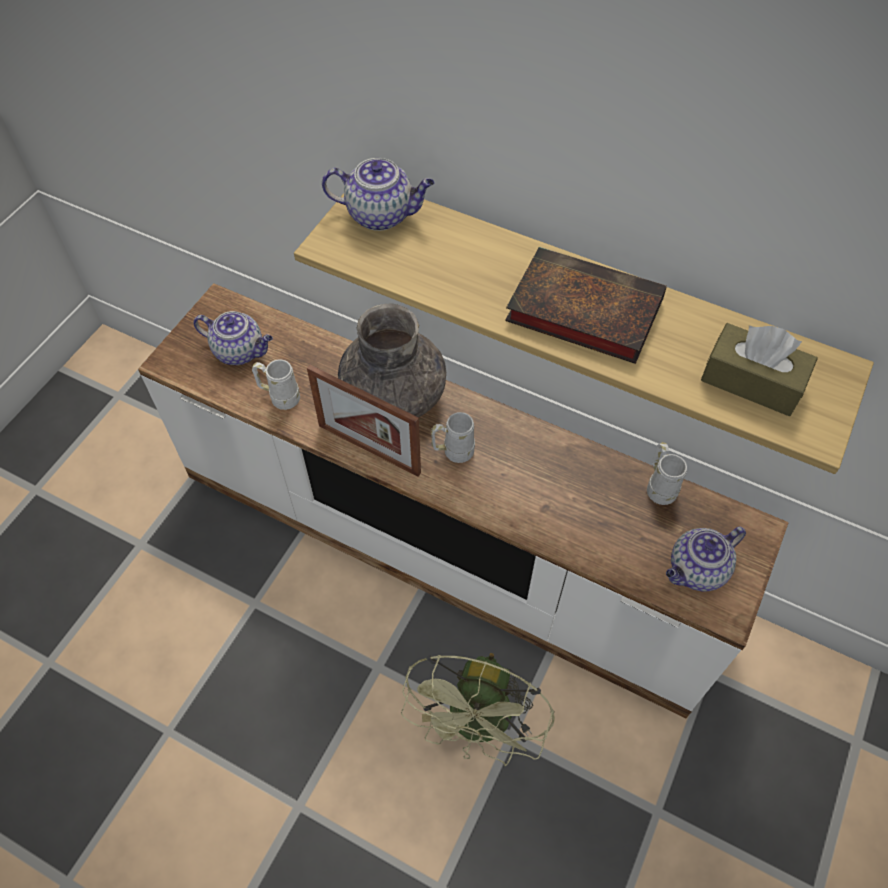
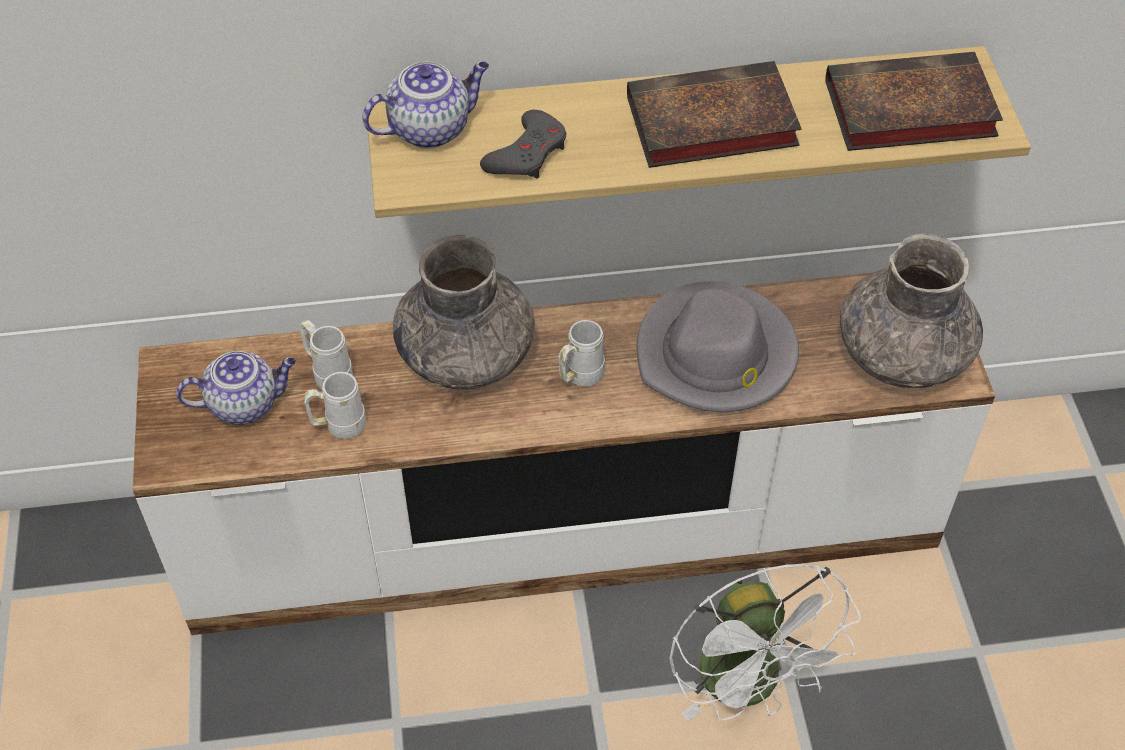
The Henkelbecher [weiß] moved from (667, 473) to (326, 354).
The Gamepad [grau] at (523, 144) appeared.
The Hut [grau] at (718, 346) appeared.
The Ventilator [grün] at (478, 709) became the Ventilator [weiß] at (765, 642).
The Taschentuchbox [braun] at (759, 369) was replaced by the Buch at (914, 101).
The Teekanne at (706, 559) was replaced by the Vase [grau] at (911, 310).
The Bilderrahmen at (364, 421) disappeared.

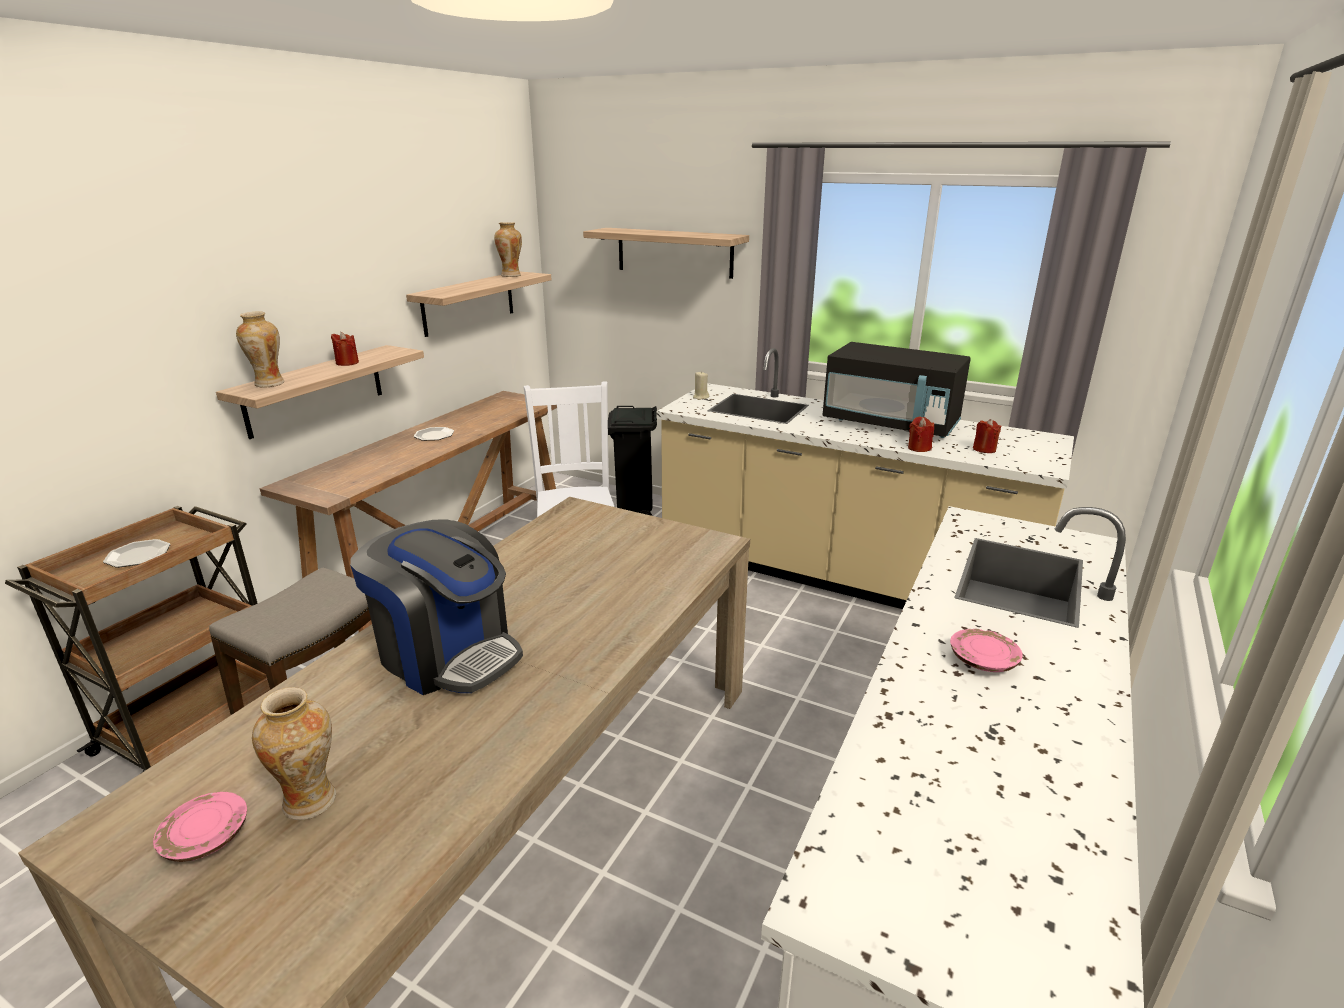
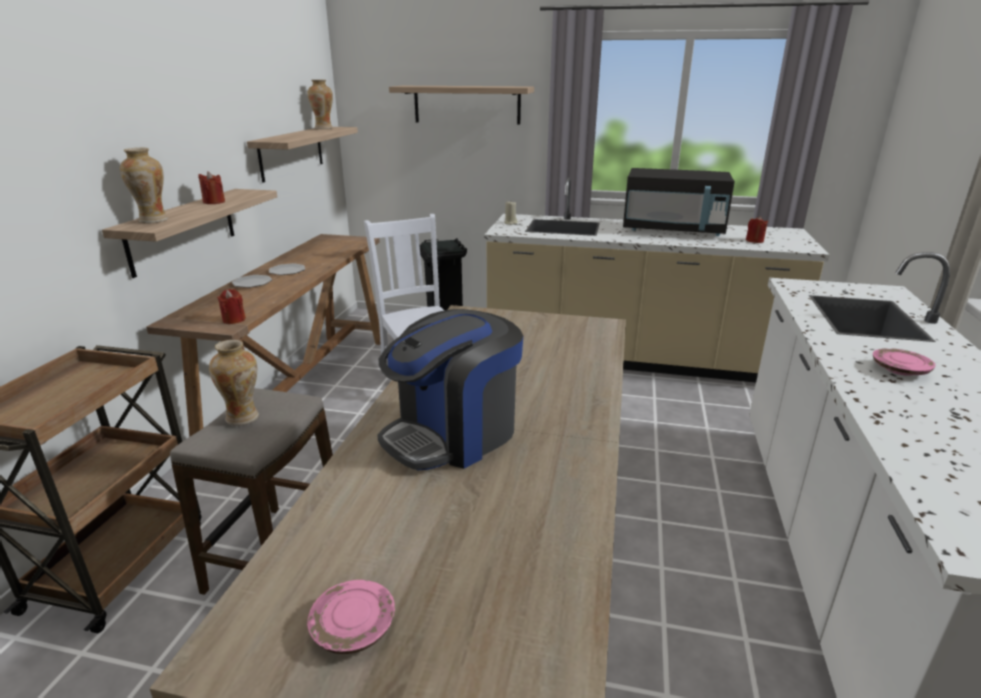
The Vase moved from (294, 753) to (234, 382).
The Kerze [rot] moved from (921, 434) to (231, 306).
The Teller moved from (137, 553) to (252, 281).
The Kaffeemaschine at (436, 607) turned 120 degrees clockwise.

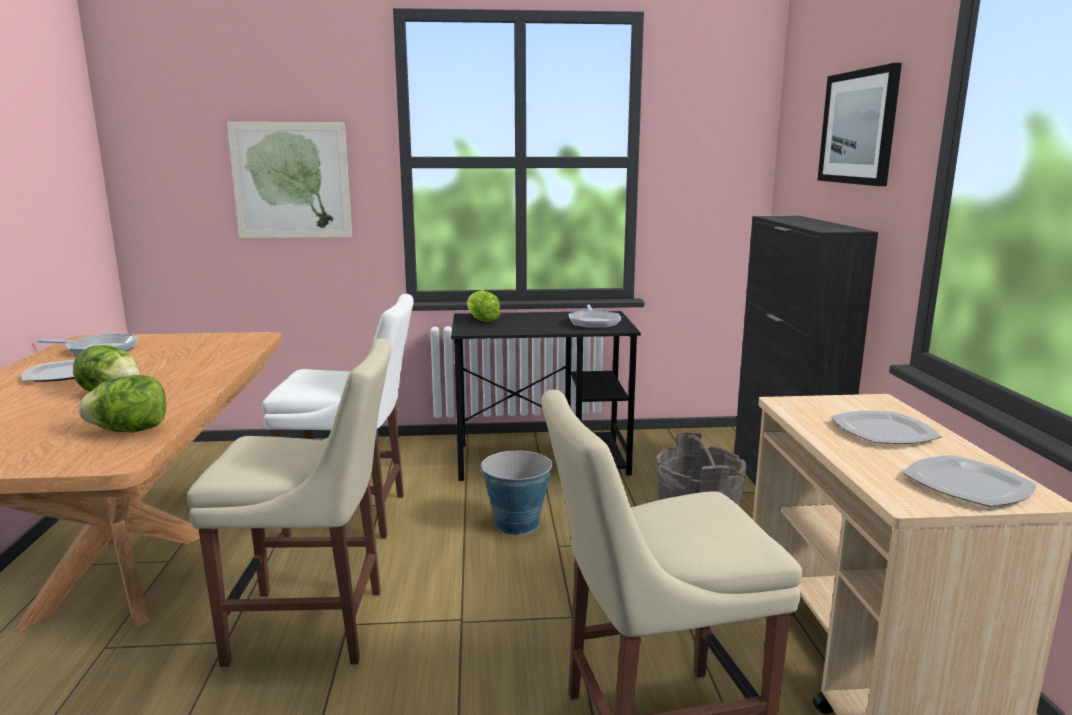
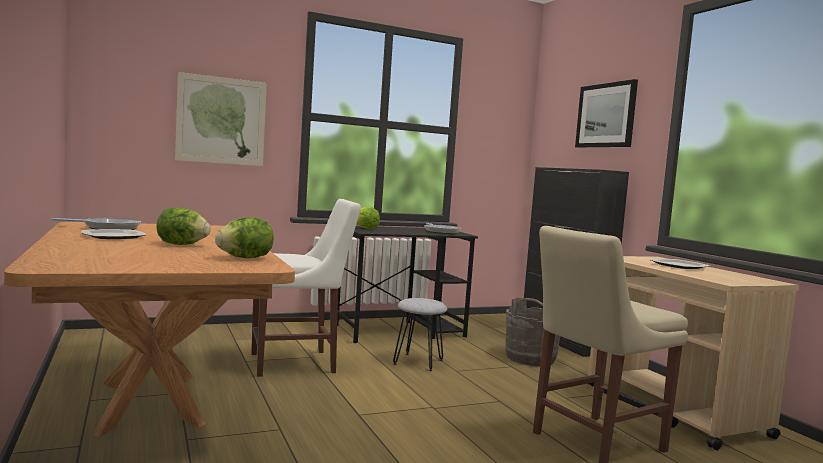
The Eimer at (516, 493) was replaced by the Hocker [grau] at (420, 334).
The Stuhl [beige] at (289, 502) disappeared.
The Teller at (970, 481) disappeared.

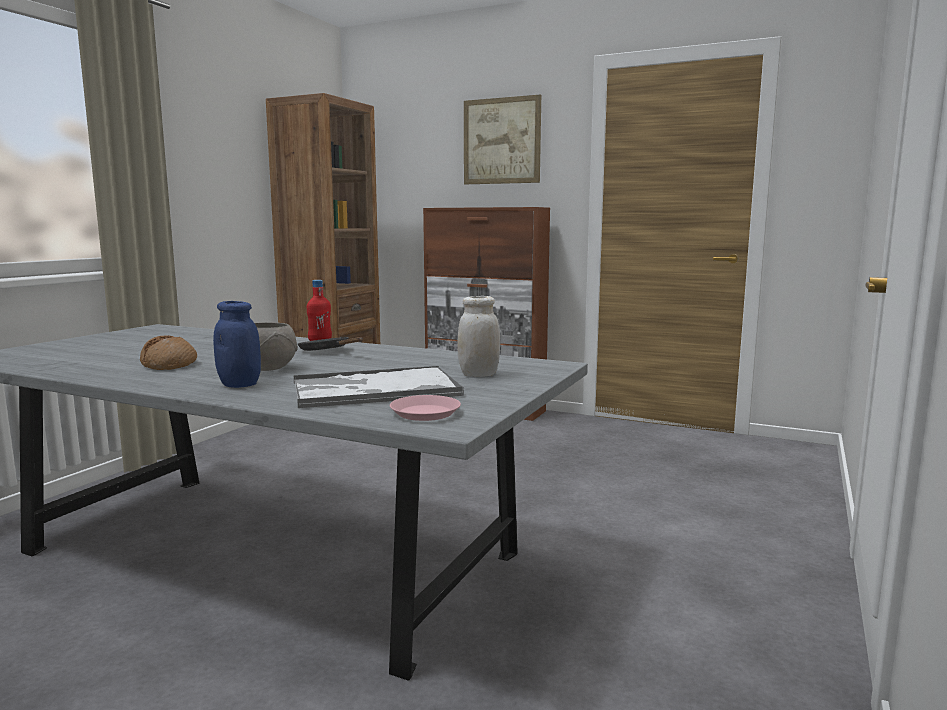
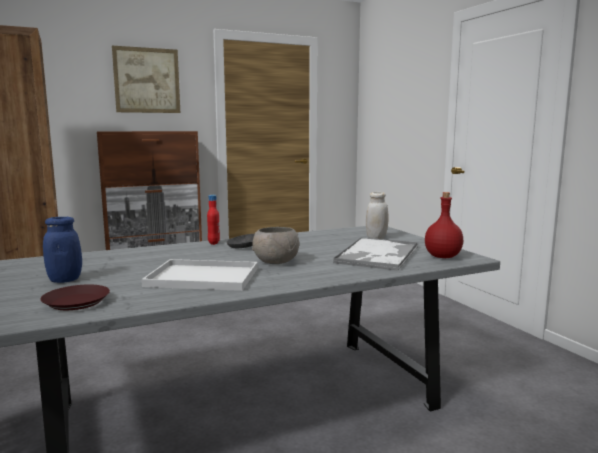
The Teller [braun] at (75, 297) appeared.
The Vorratsglas [blau] moved from (237, 344) to (62, 250).
The Brot at (168, 352) was replaced by the Tablett [weiß] at (199, 275).
The Teller [rosa] at (425, 408) was replaced by the Flasche [rot] at (444, 225).

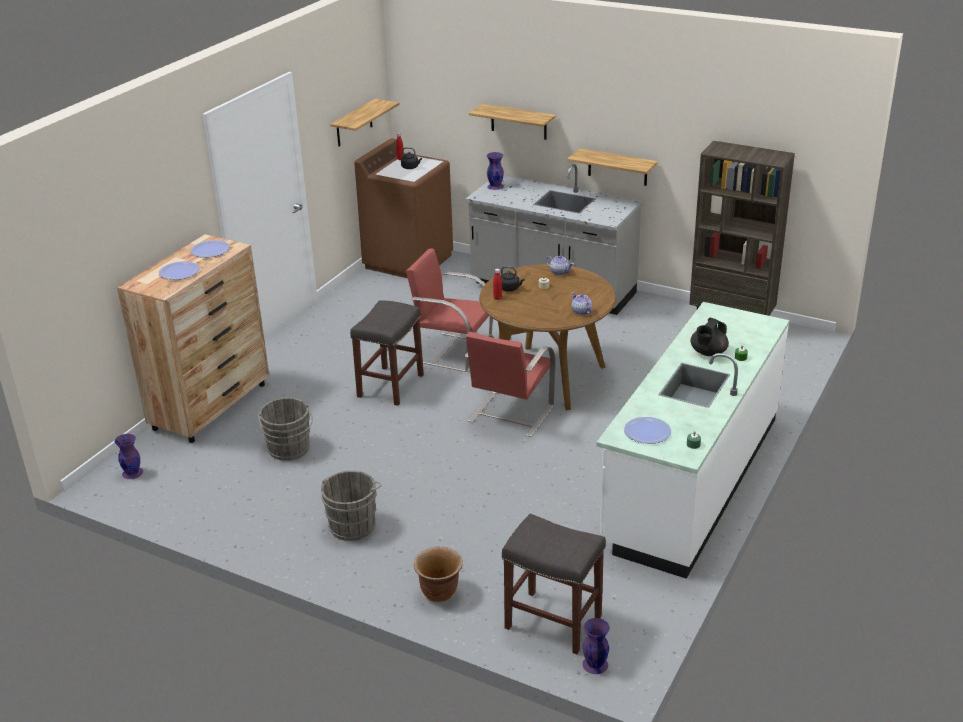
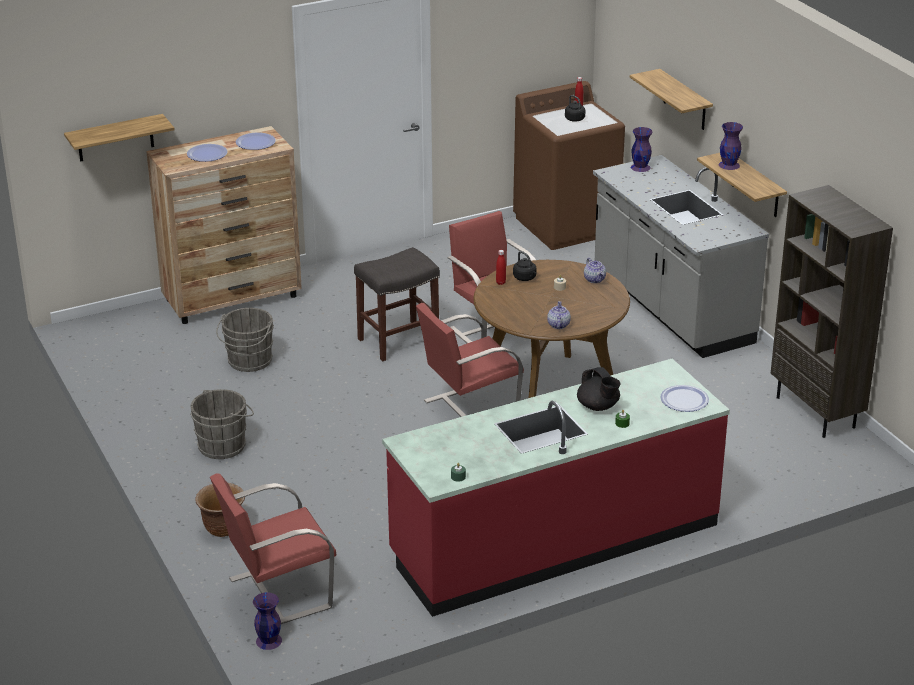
The Wandregal moved from (365, 123) to (119, 138).
The Hocker [grau] at (554, 584) was replaced by the Stuhl [rot] at (273, 548).
The Küchenzeile [weiß] at (692, 440) became the Küchenzeile [rot] at (556, 488).
The Teekanne [schwarz] at (709, 337) turned 105 degrees counterclockwise.
The Teller moved from (647, 430) to (684, 398).
The Vase [lila] moved from (129, 456) to (731, 146).

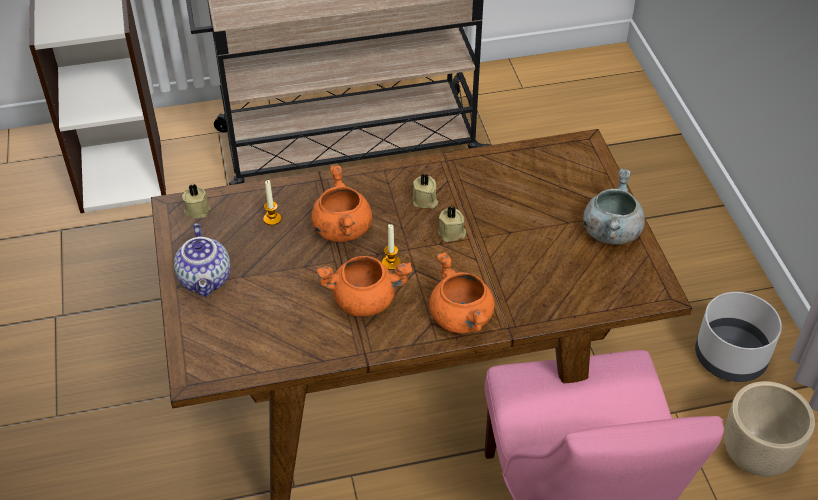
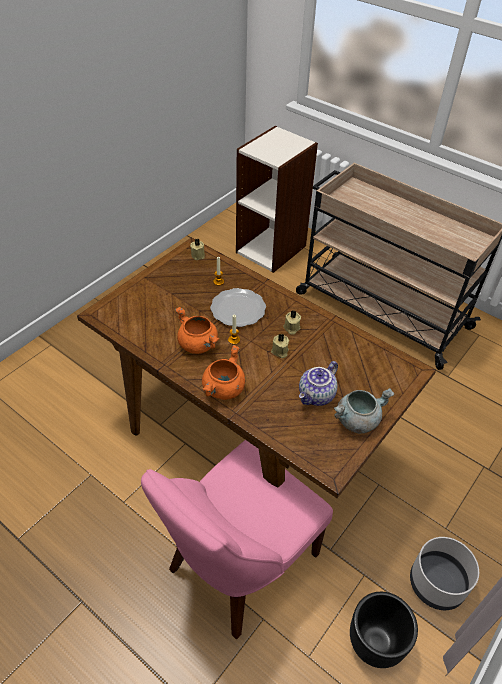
The Kochtopf [orange] at (341, 204) was replaced by the Teller at (238, 307).
The Teekanne moved from (202, 260) to (318, 383).
The Pflanzkübel [beige] at (769, 429) became the Pflanzkübel [schwarz] at (384, 630).

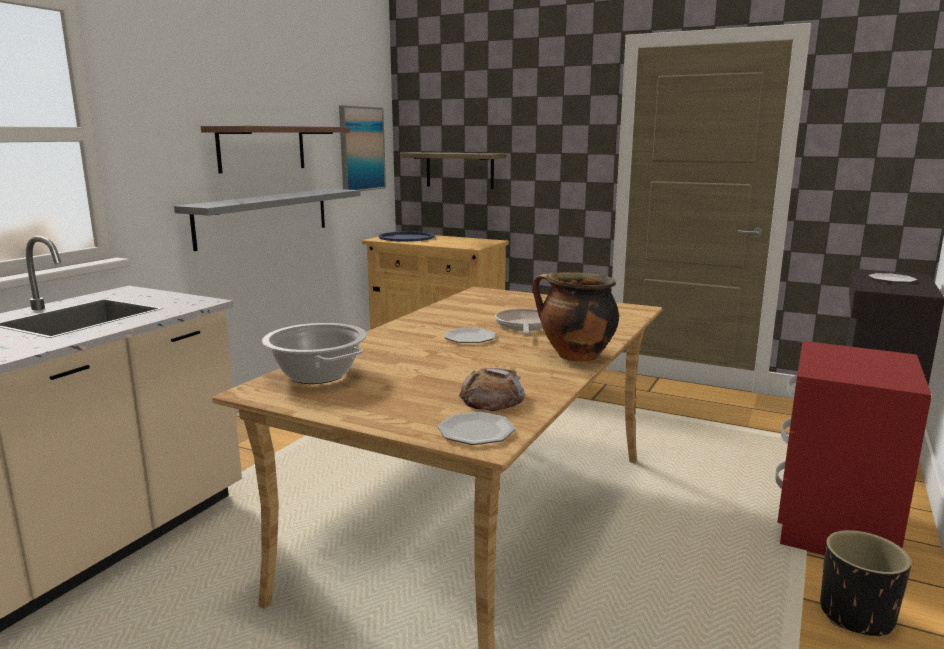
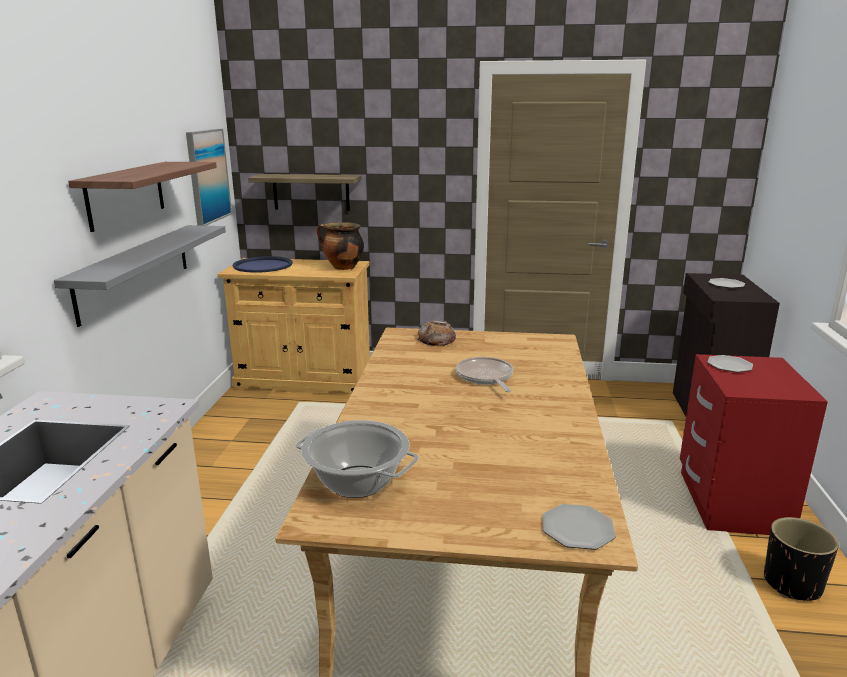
The Kochtopf moved from (575, 317) to (340, 246).
The Brot moved from (491, 389) to (436, 333).
The Teller moved from (470, 335) to (730, 363).

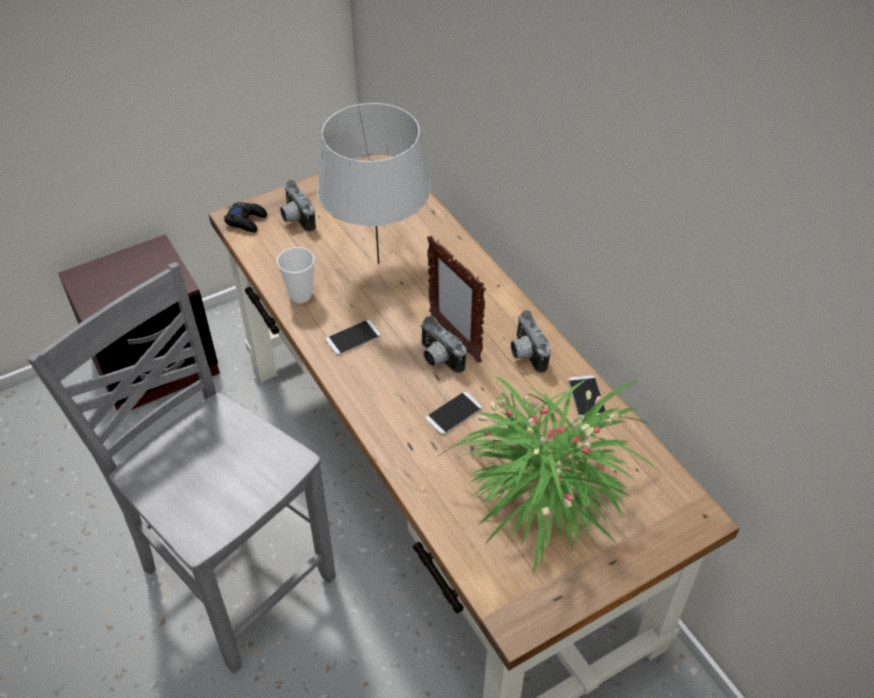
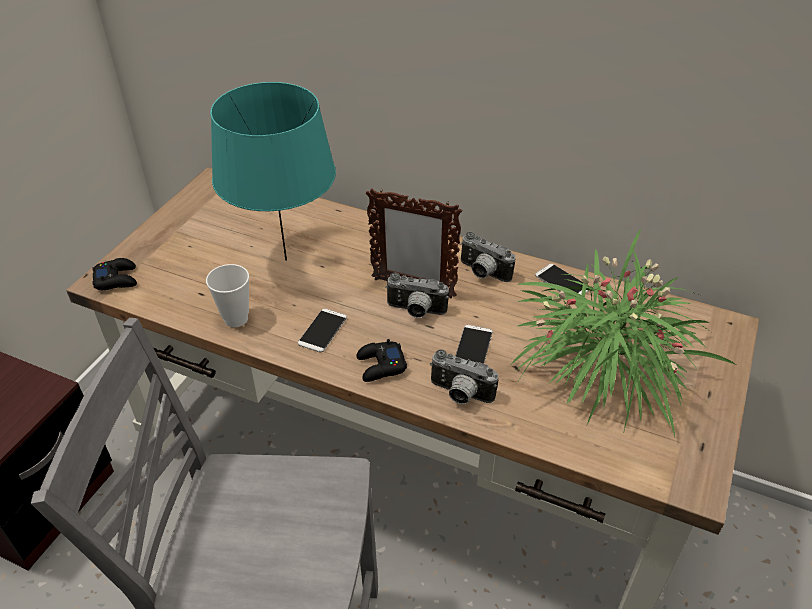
The Tischlampe [grau] at (374, 183) became the Tischlampe [türkis] at (273, 171).
The Gamepad [schwarz] at (381, 360) appeared.
The Kamera moved from (298, 206) to (464, 376).

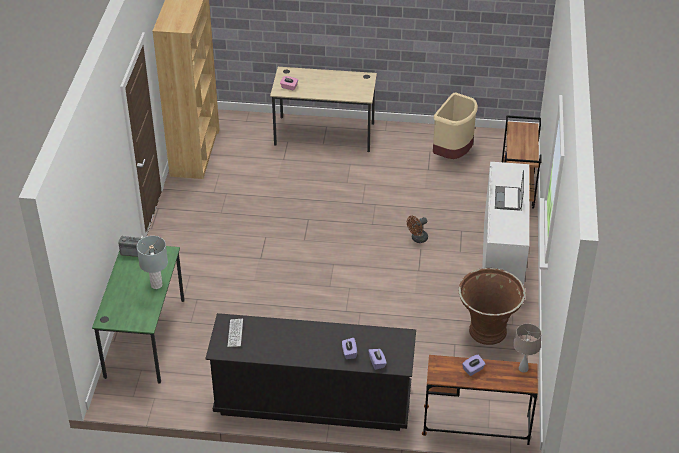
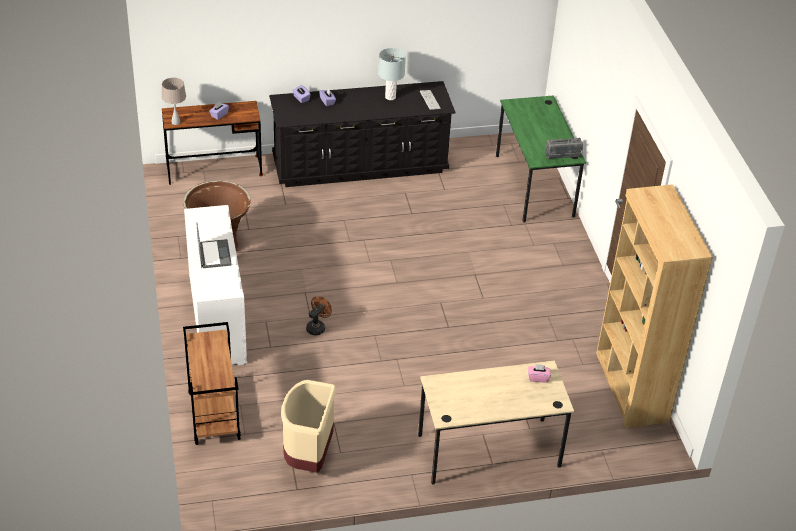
The Tischlampe [grau] moved from (152, 262) to (392, 74).

